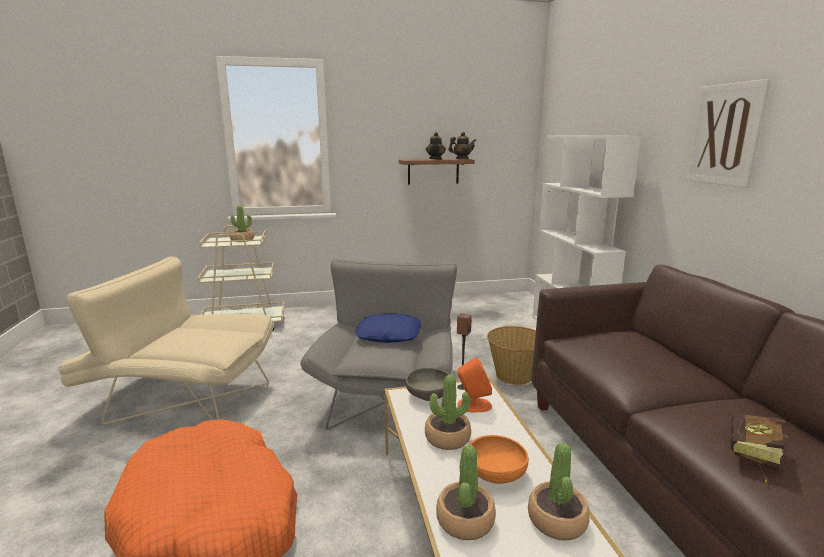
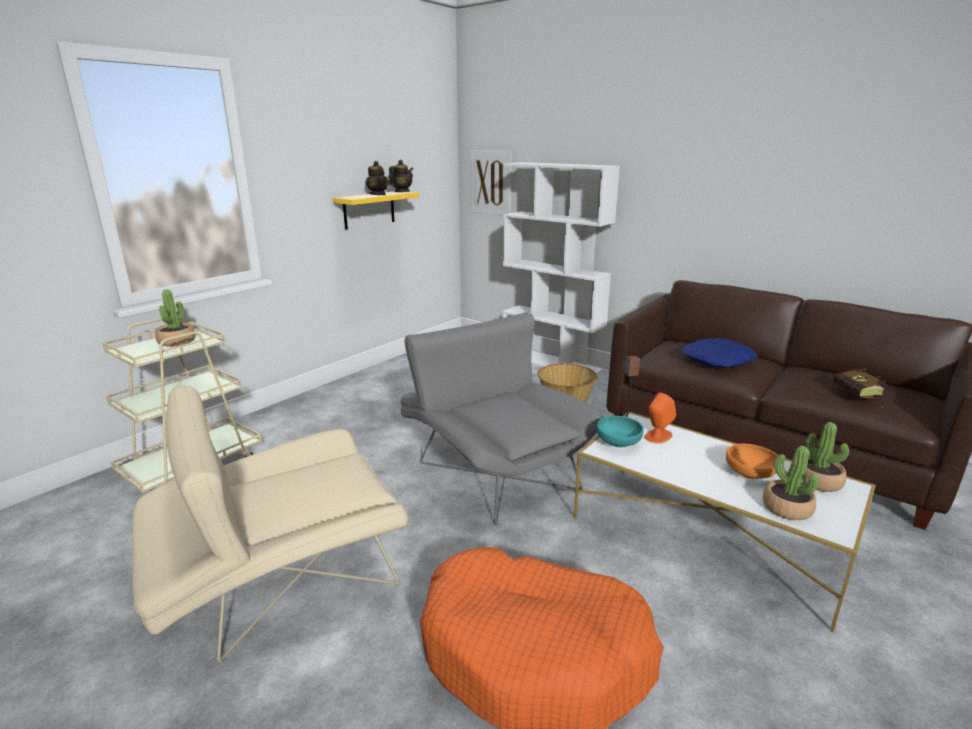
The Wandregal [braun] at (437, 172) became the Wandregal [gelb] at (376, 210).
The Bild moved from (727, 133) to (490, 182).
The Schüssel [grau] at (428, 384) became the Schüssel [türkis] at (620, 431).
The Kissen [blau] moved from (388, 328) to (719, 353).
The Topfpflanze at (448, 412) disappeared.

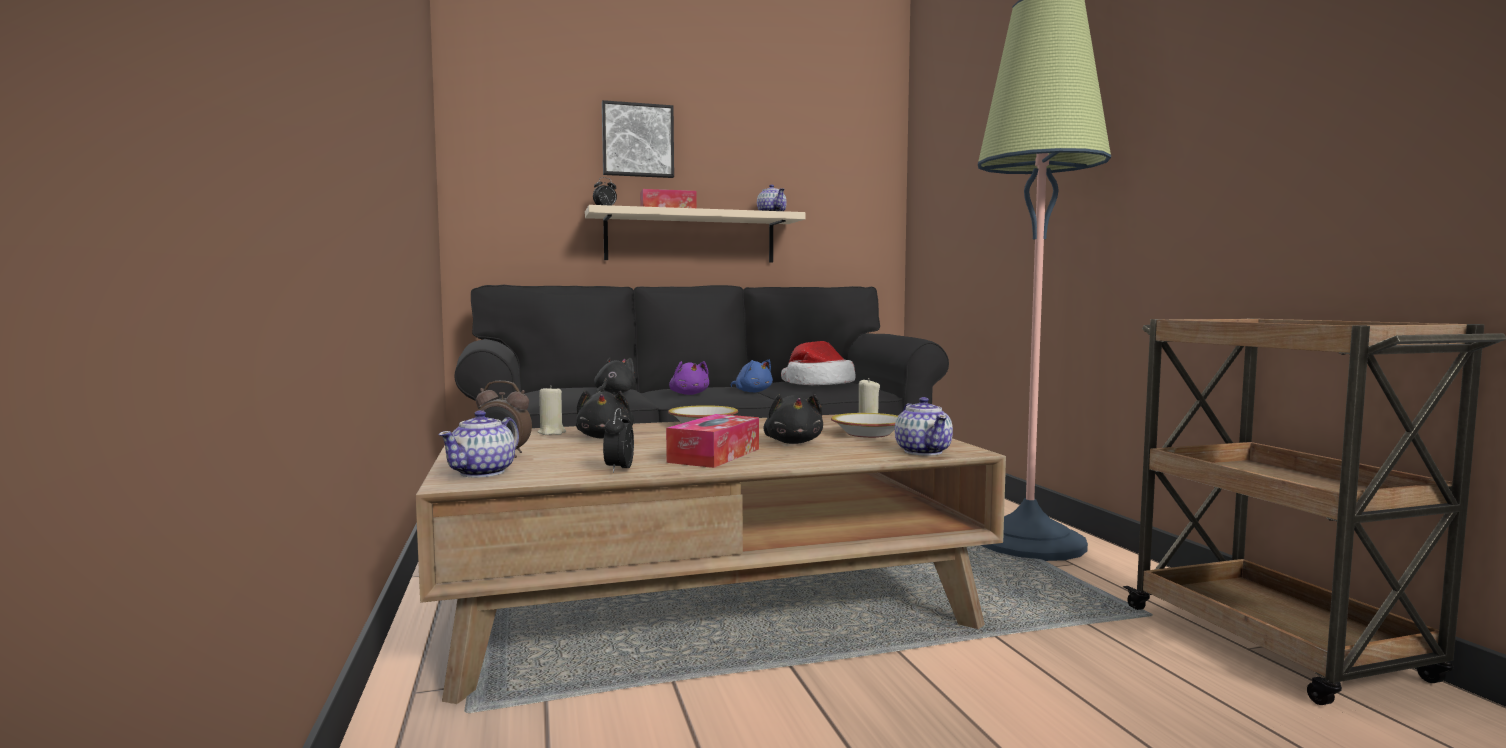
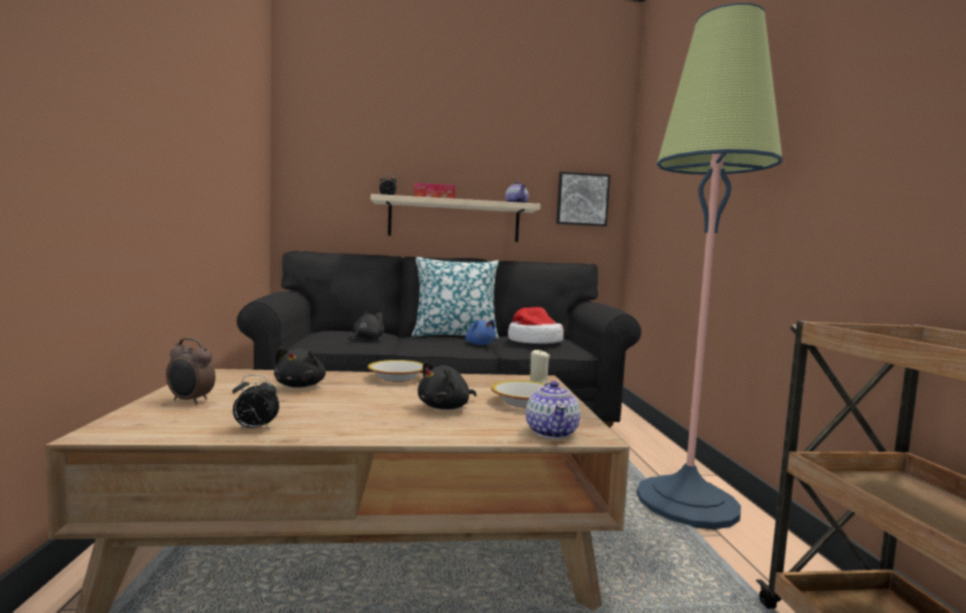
The Wecker at (618, 440) turned 105 degrees counterclockwise.
The Kissen at (455, 298) appeared.
The Plüschtier [schwarz] at (793, 419) turned 45 degrees clockwise.
The Bild moved from (638, 139) to (583, 199).
The Teekanne at (478, 443) disappeared.
The Kerze [beige] at (551, 410) disappeared.
The Taschentuchbox at (712, 441) disappeared.
The Plüschtier [lila] at (689, 378) disappeared.

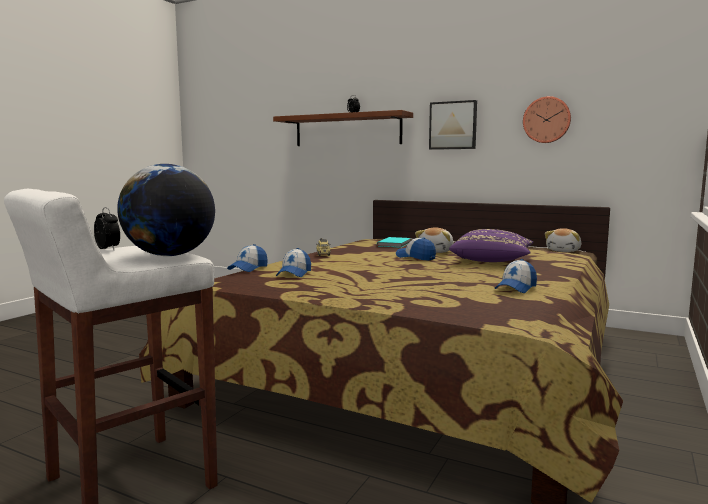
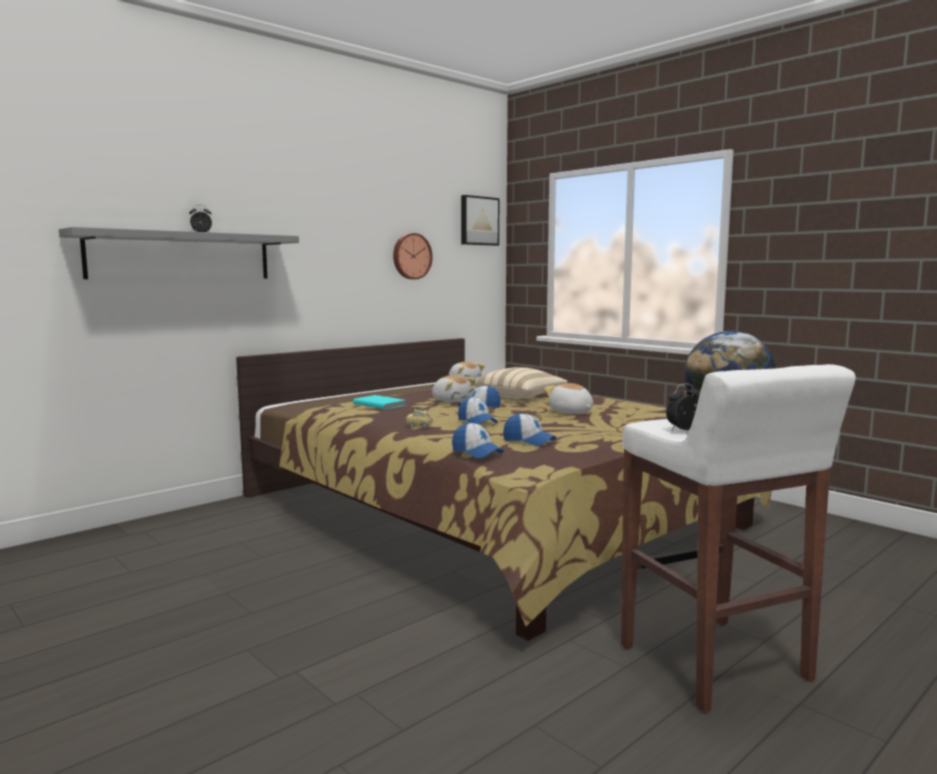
The Wandregal [braun] at (343, 128) became the Wandregal [grau] at (179, 253).
The Kappe moved from (516, 276) to (478, 410).
The Bild moved from (453, 125) to (480, 220).
The Kissen [lila] at (491, 245) became the Kissen [beige] at (520, 383).
The Plüschtier at (568, 398) appeared.

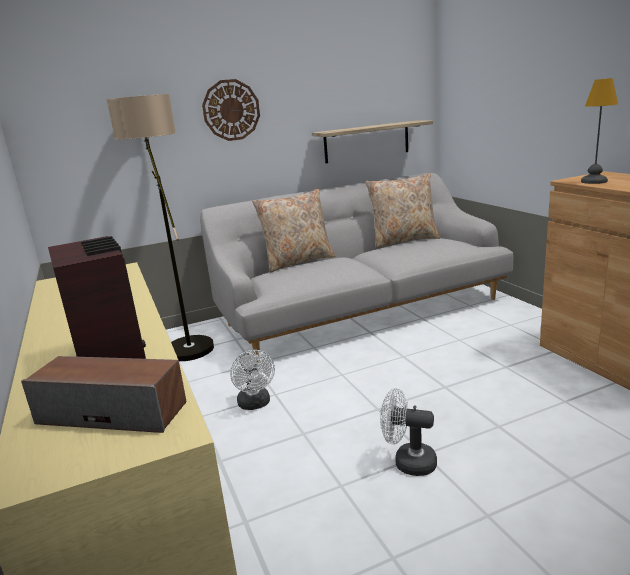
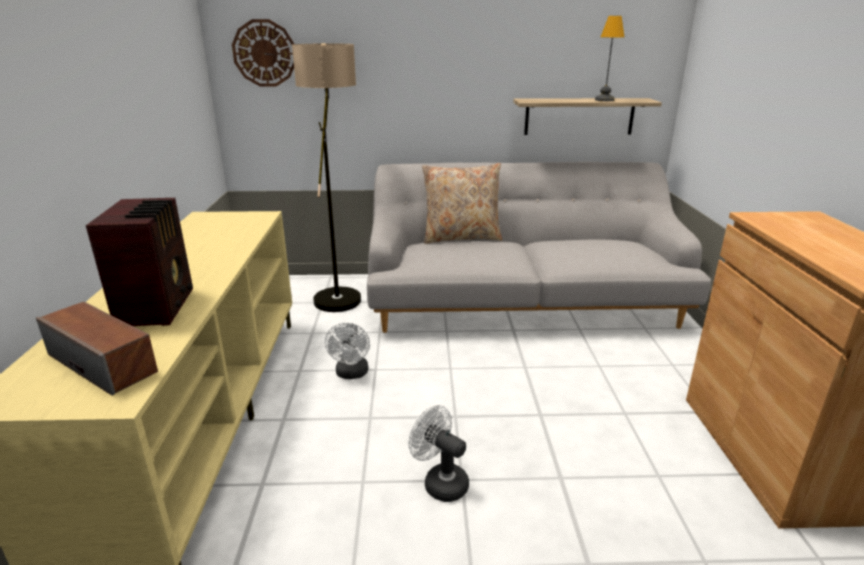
The Wanduhr moved from (231, 110) to (263, 53).
The Tischlampe moved from (599, 131) to (609, 58).
The Kissen [beige] at (402, 210) disappeared.

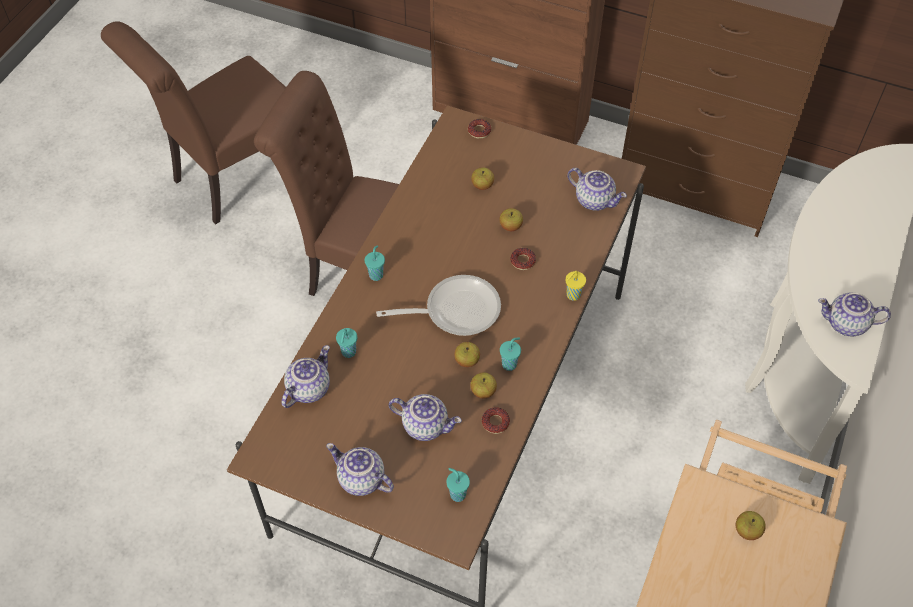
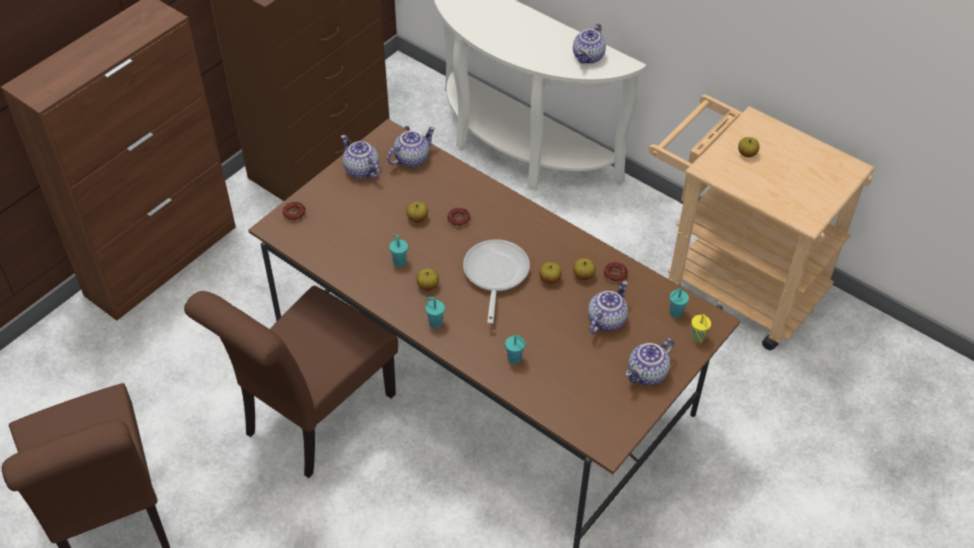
The Teekanne moved from (305, 376) to (360, 156).
The Tasse [türkis] moved from (510, 354) to (398, 250).
The Apfel moved from (482, 178) to (427, 279).
The Tasse [gelb] moved from (576, 286) to (701, 328).

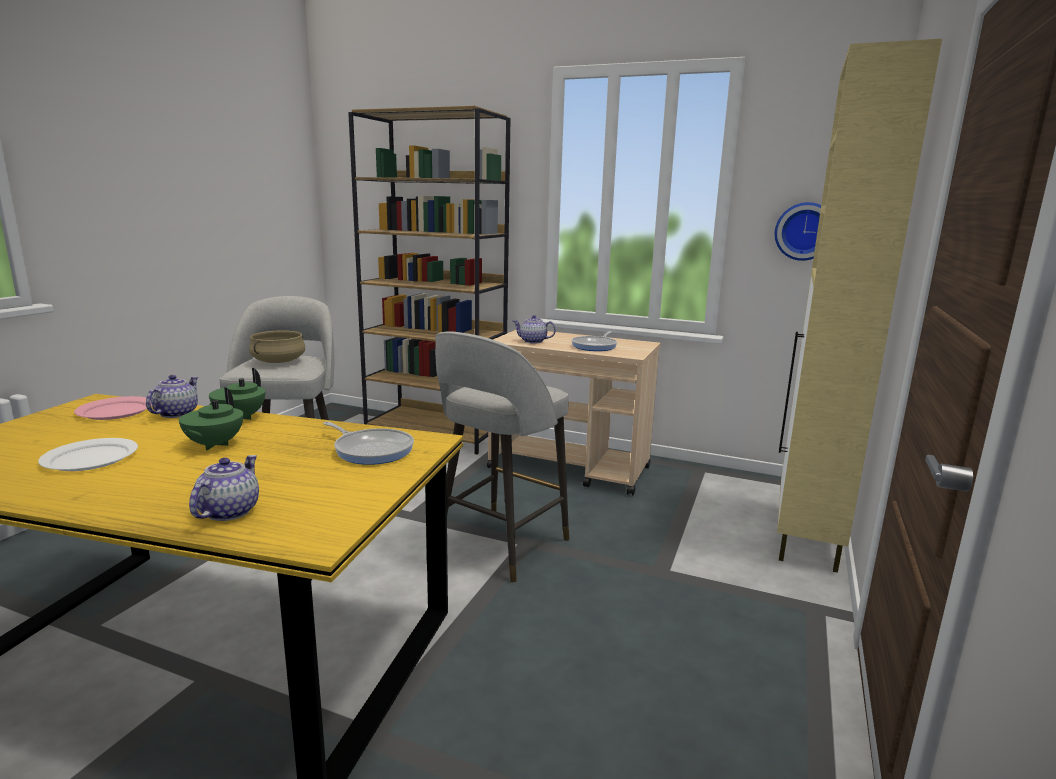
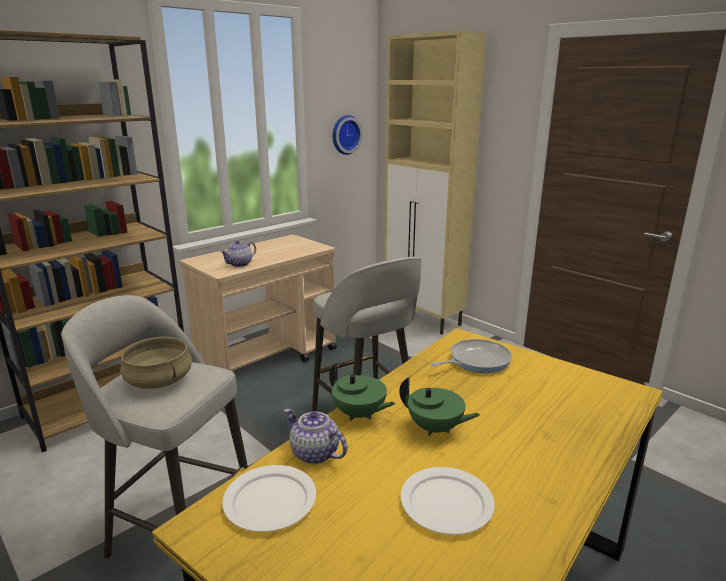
The Teller [rosa] at (113, 408) became the Teller [weiß] at (269, 498).
The Teekanne at (224, 488) disappeared.
The Pfanne at (594, 341) disappeared.

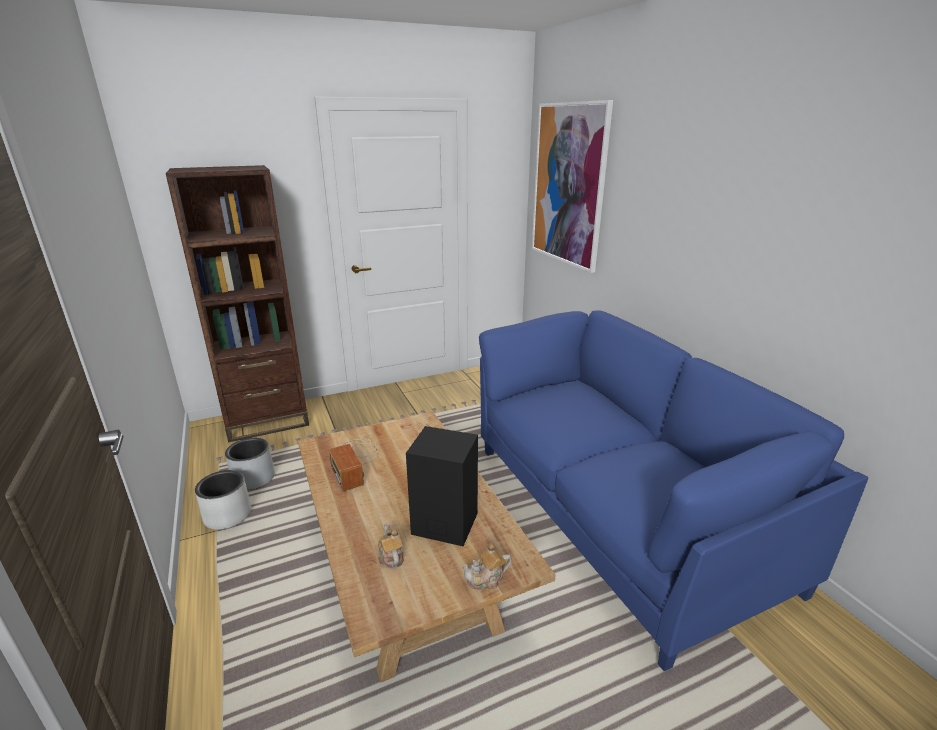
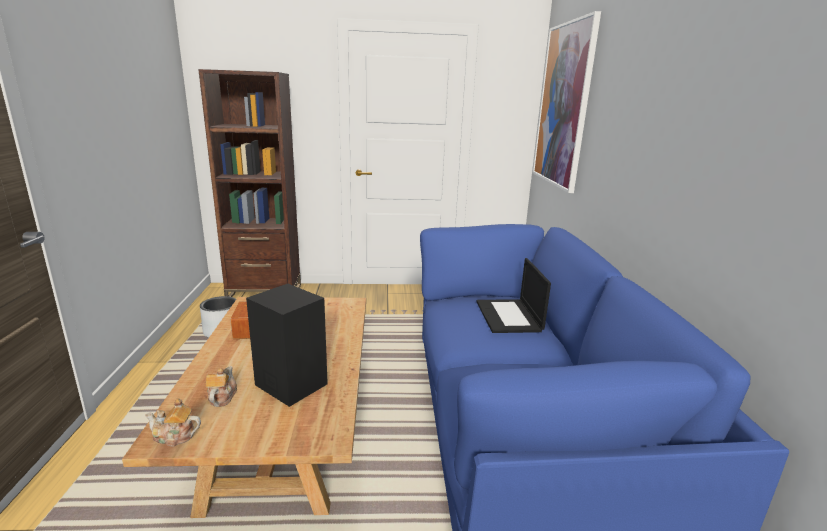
The Teekanne moved from (486, 566) to (173, 422).
The Laptop at (513, 295) appeared.
The Pflanzkübel [weiß] at (223, 500) disappeared.

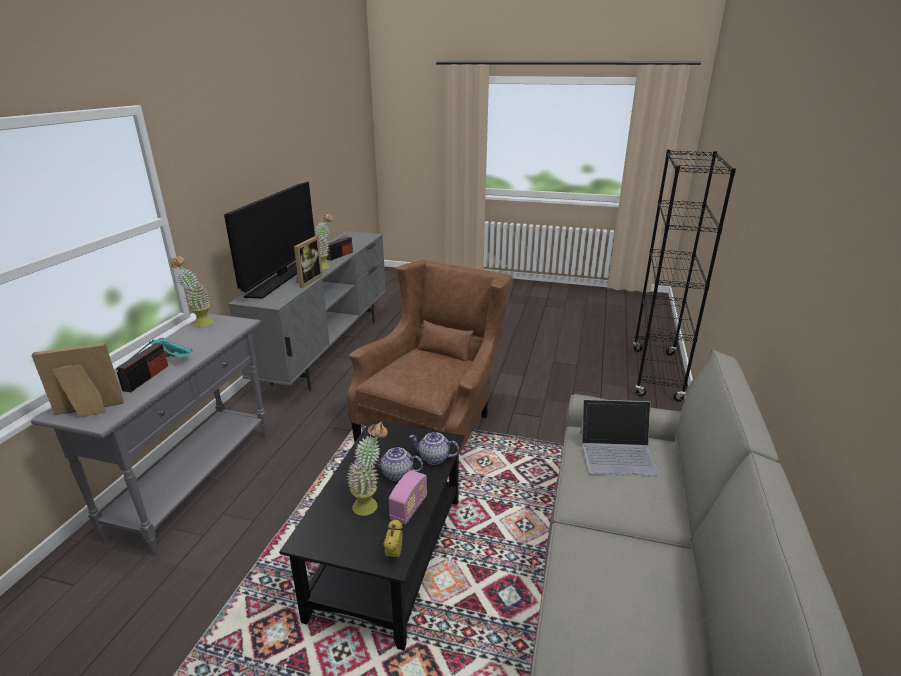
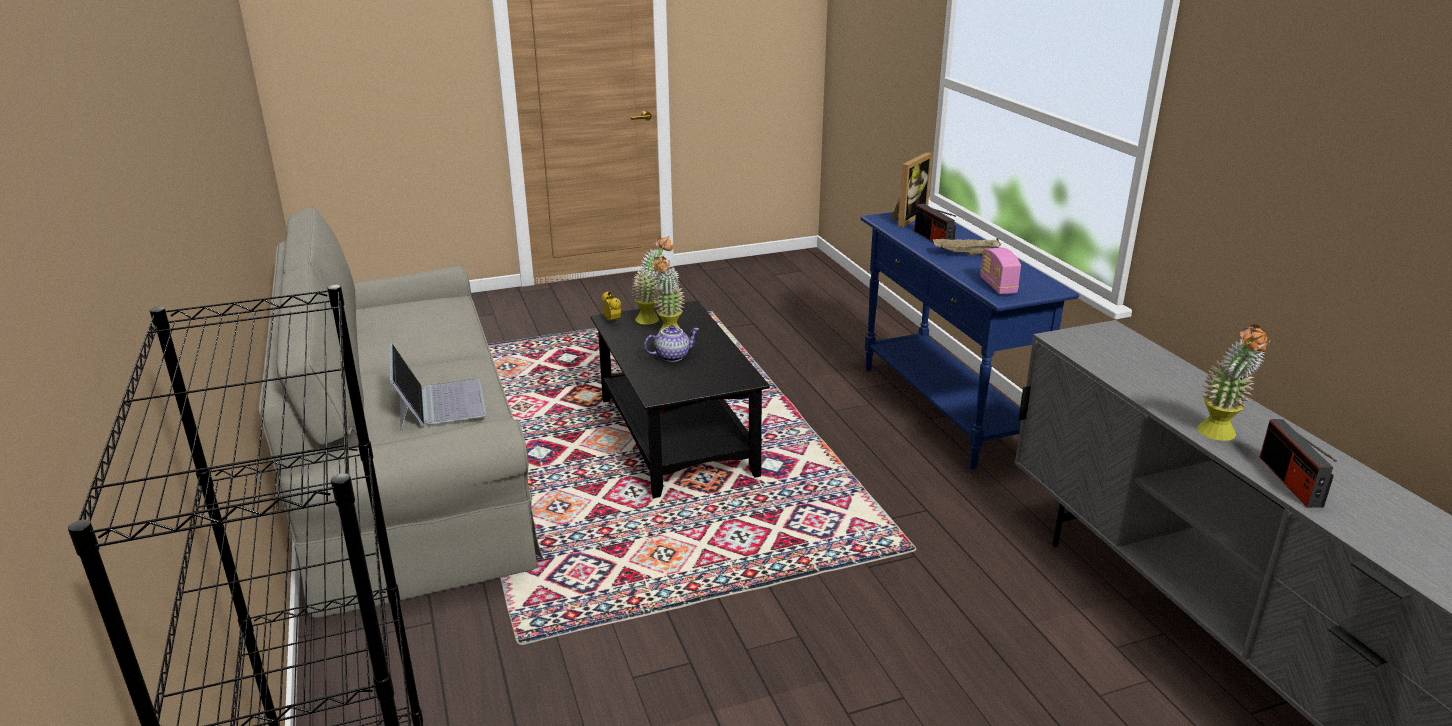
The Laptop at (620, 438) turned 105 degrees clockwise.
The Topfpflanze moved from (192, 291) to (652, 280).
The Konsolentisch [grau] at (149, 434) became the Konsolentisch [blau] at (969, 341).
The Tablett [türkis] at (171, 347) became the Tablett [beige] at (967, 247).
The Radio moved from (408, 497) to (1000, 271).
The Fernseher at (269, 240) disappeared.
The Bilderrahmen at (308, 262) disappeared.
The Sessel [braun] at (430, 356) disappeared.
The Teekanne at (434, 448) disappeared.

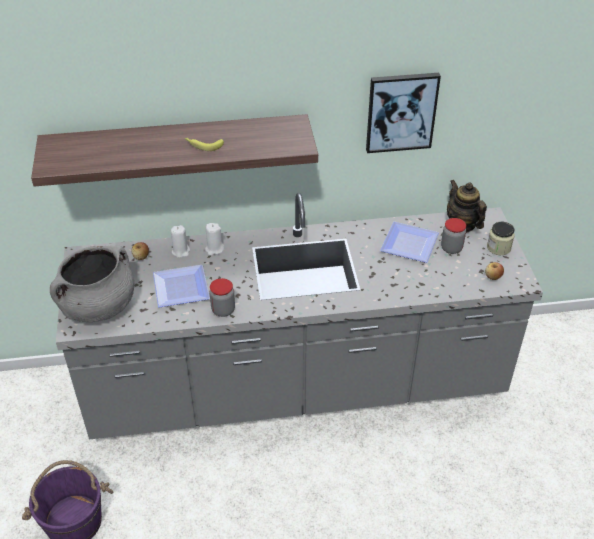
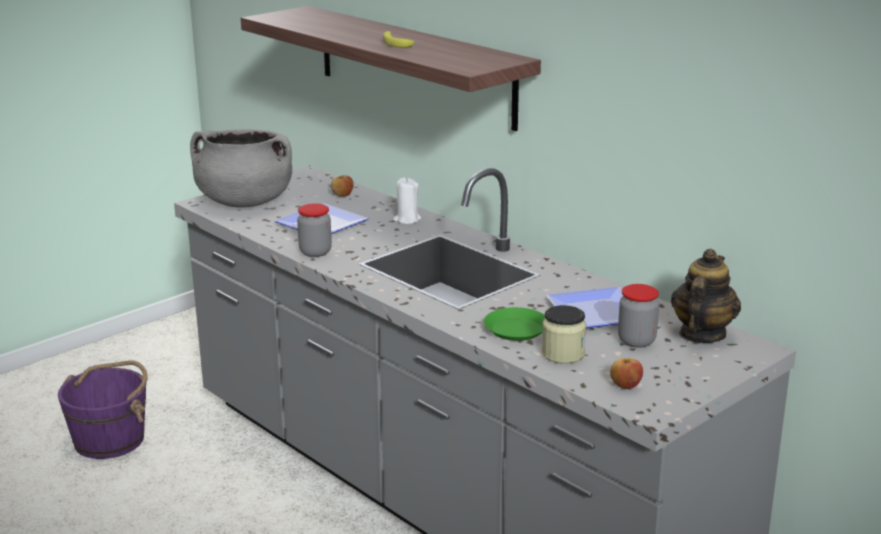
The Teller [grün] at (514, 324) appeared.
The Vorratsglas moved from (501, 238) to (564, 334).
The Kerze [weiß] at (180, 241) disappeared.
The Bild at (403, 113) disappeared.

